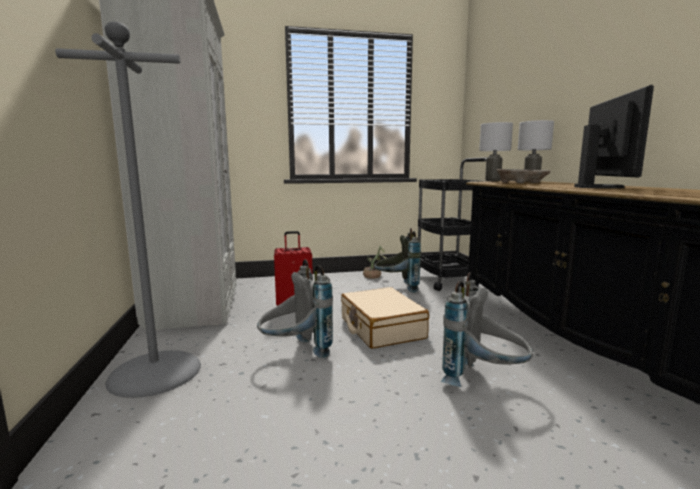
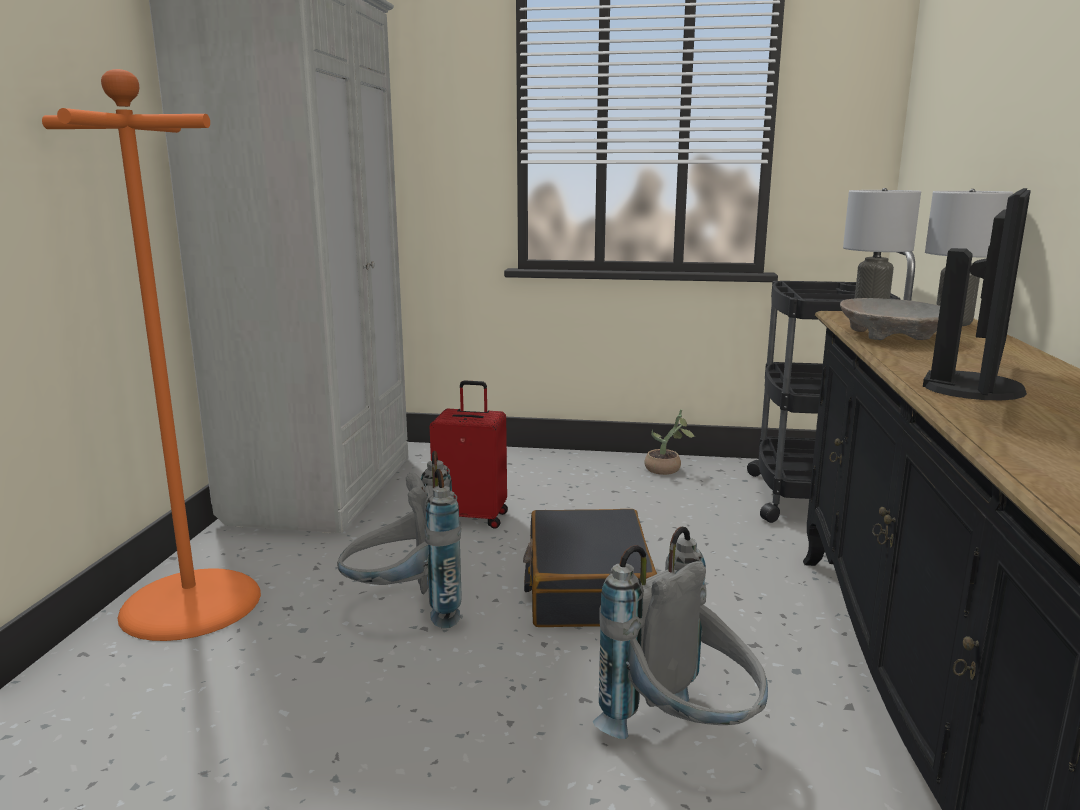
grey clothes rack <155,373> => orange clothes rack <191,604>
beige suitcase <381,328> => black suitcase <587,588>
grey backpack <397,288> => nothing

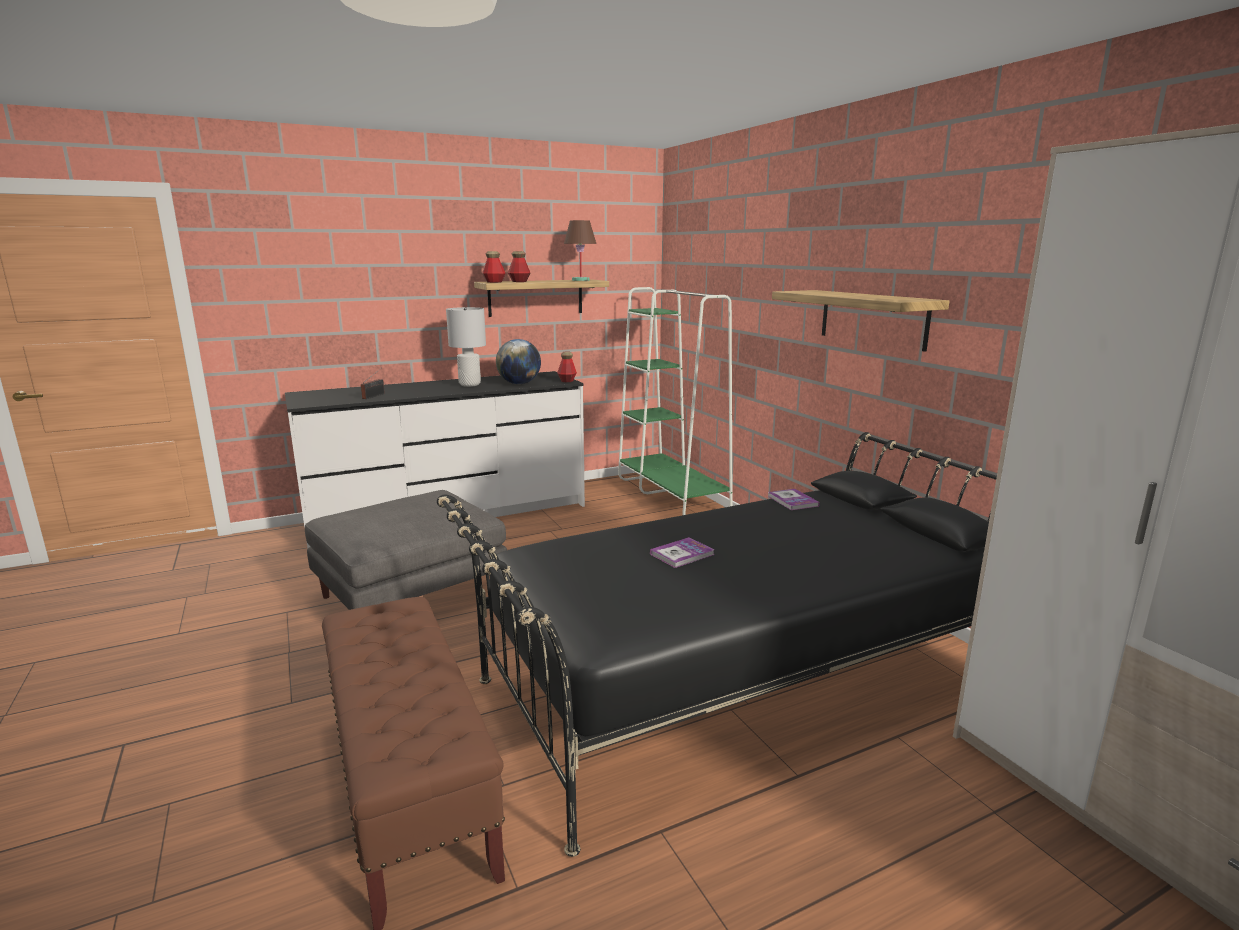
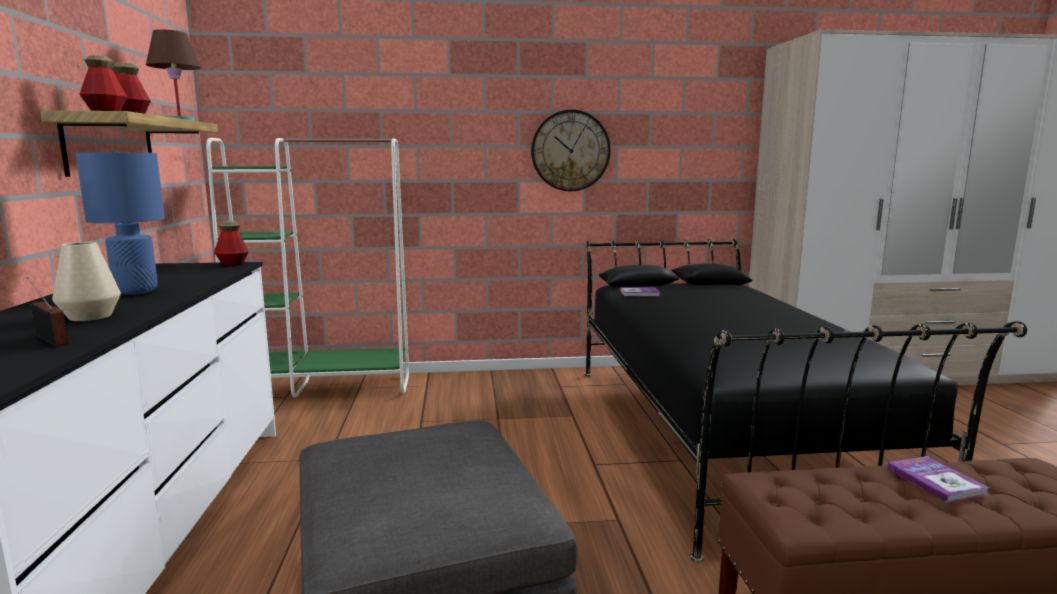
grey table lamp <470,385> => blue table lamp <137,293>
globe <519,383> => nothing
book <682,554> => book <935,481>, relocated
shelf <872,318> => wall clock <570,151>
nothing => beige vase <90,316>

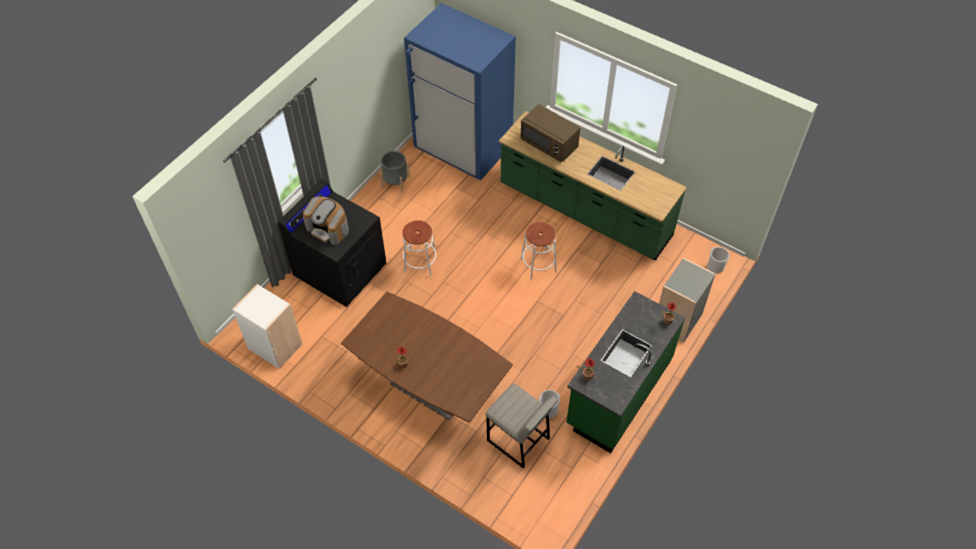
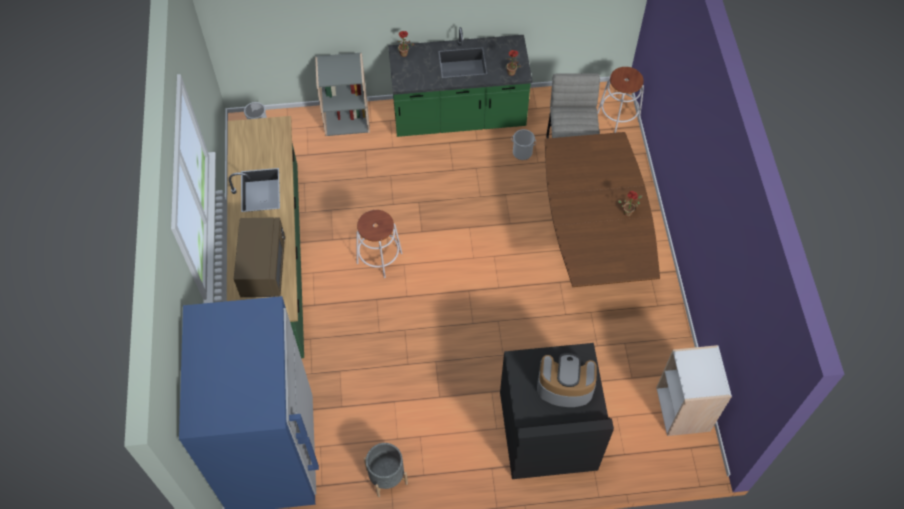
coffee machine <328,228> => coffee machine <564,386>, 75 degrees counterclockwise
white stool <420,263> => white stool <618,117>, relocated

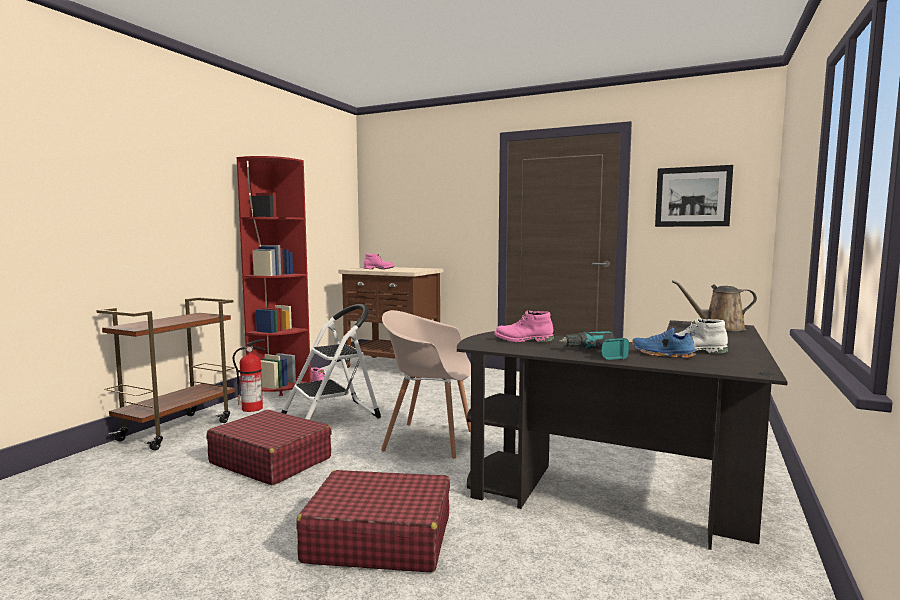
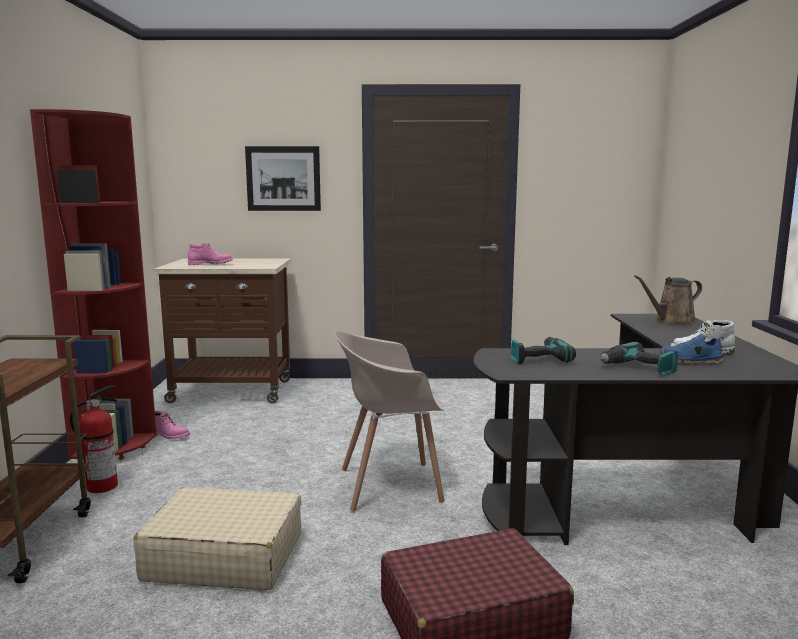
red suitcase <270,461> => beige suitcase <224,557>
step ladder <334,415> => nothing
pink boot <523,340> => power drill <538,358>
picture <692,196> => picture <283,178>, relocated

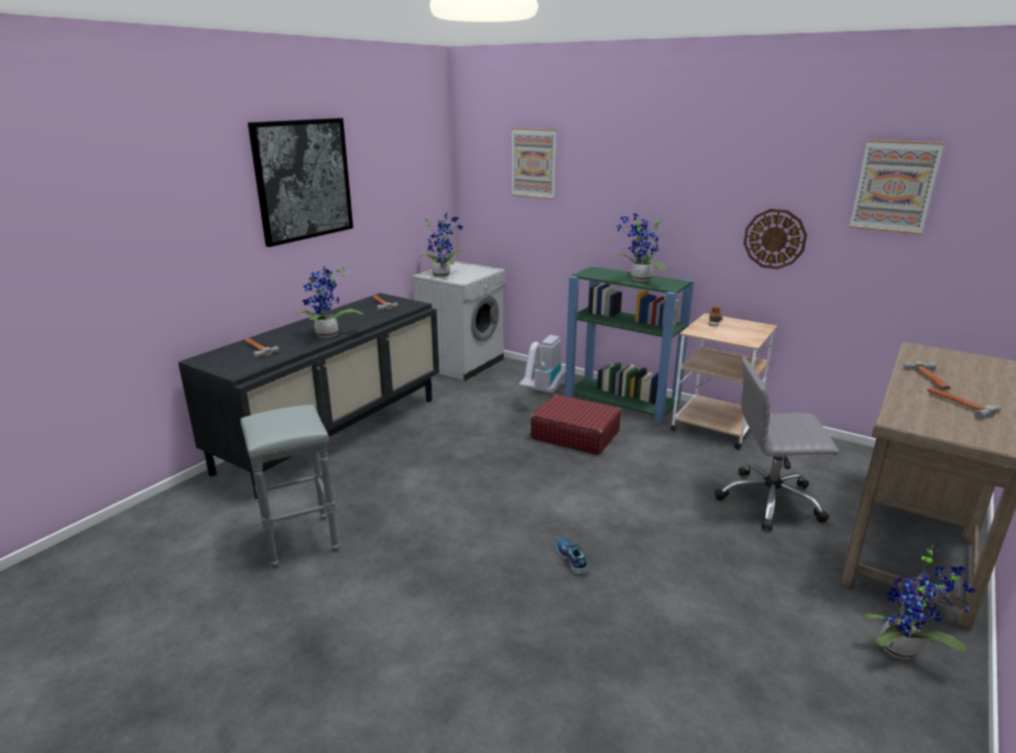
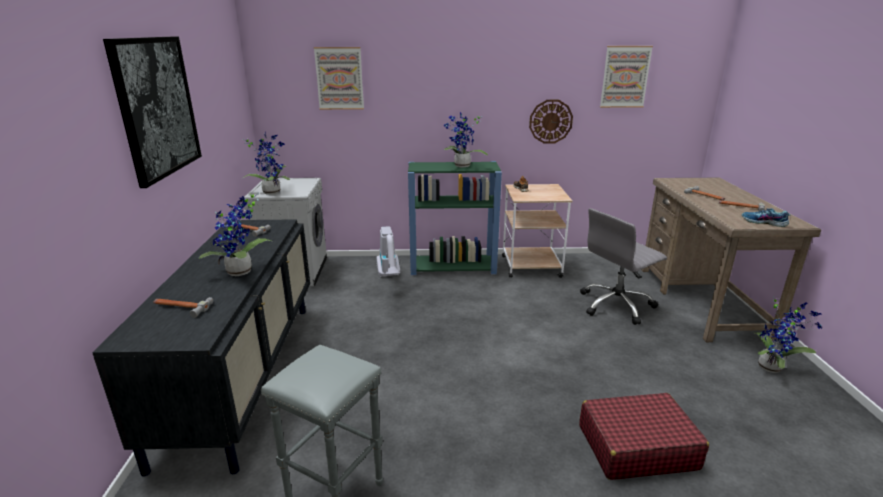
red suitcase <575,435> => red suitcase <636,447>, relocated
shoe <571,560> => shoe <763,222>, relocated

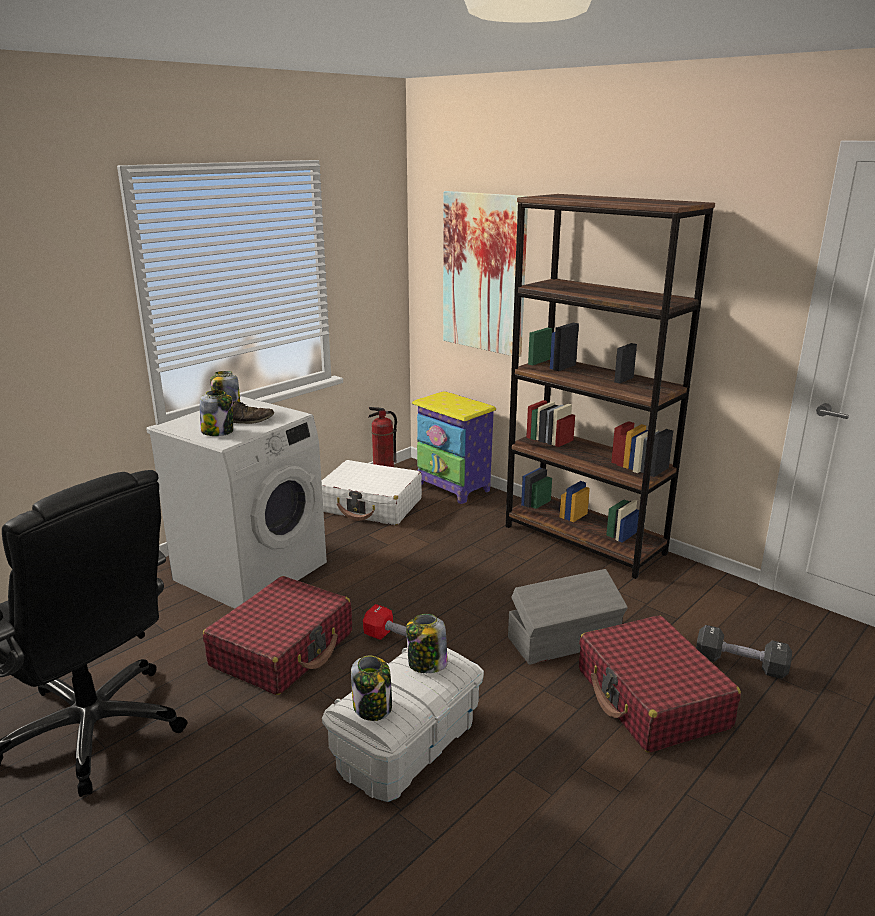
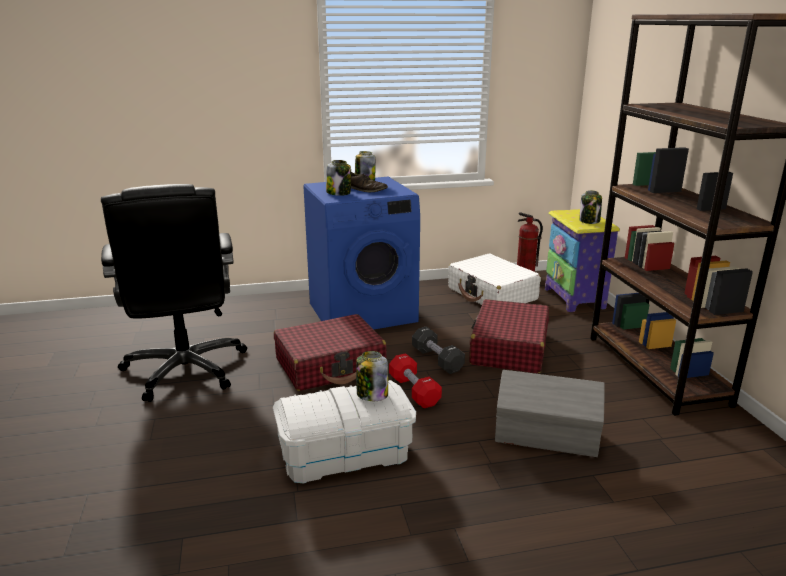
white washing machine <253,571> => blue washing machine <363,313>
jar <373,707> => jar <589,221>, relocated
picture <484,273> => nothing
red suitcase <651,698> => red suitcase <509,349>, relocated
black dumbbell <740,664> => black dumbbell <437,360>, relocated

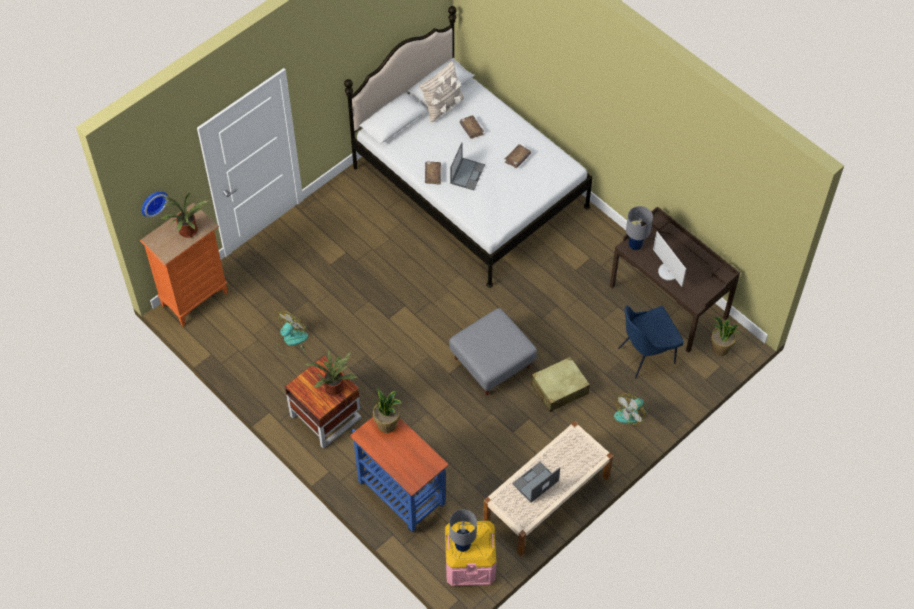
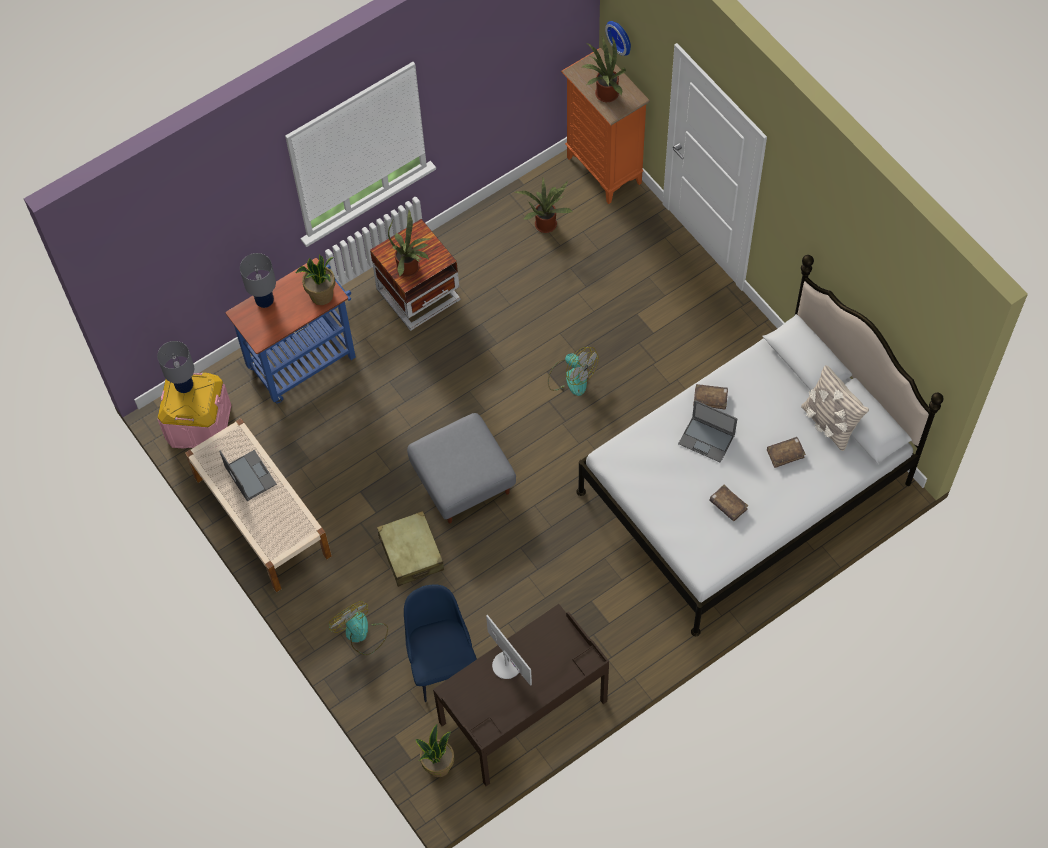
fan <291,342> => fan <571,377>, relocated
grey table lamp <635,245> => grey table lamp <265,301>, relocated
monitor <668,272> => monitor <507,664>, 75 degrees clockwise
nothing => potted plant <546,222>

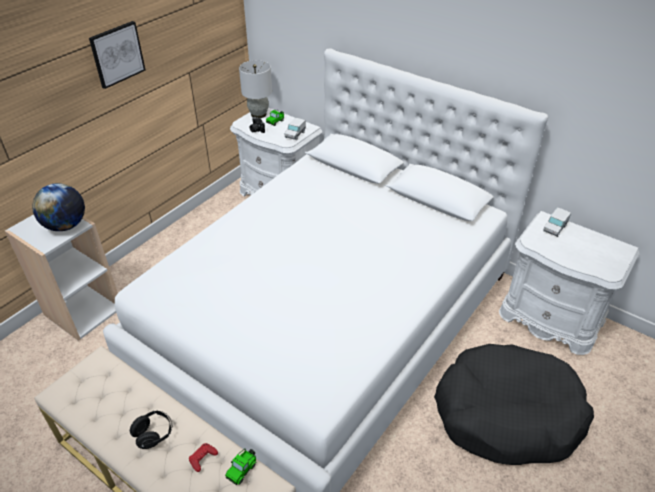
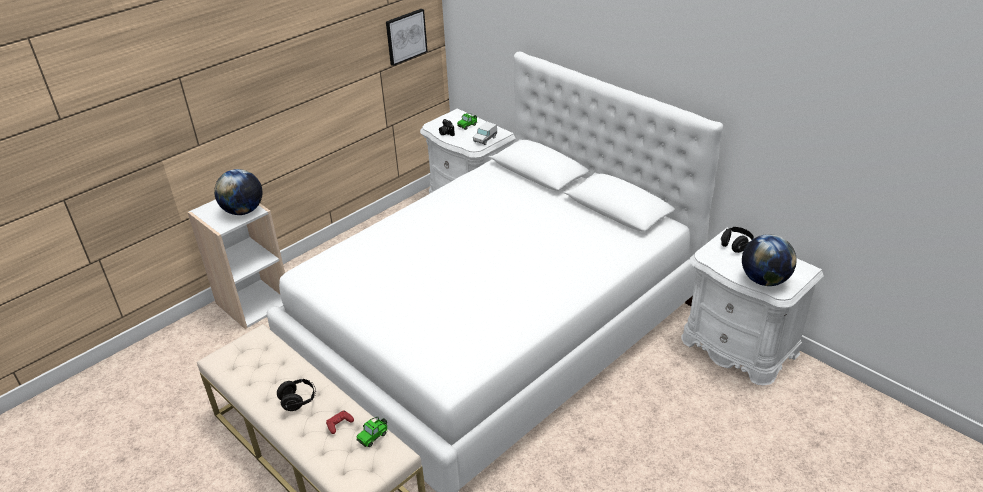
picture <117,54> => picture <405,36>, relocated
white table lamp <258,114> => nothing
black dog bed <506,414> => nothing
toy truck <554,228> => black headphones <735,245>
nothing => globe <764,280>

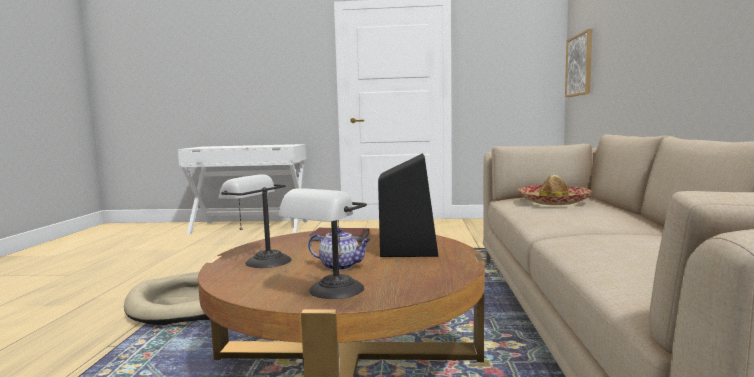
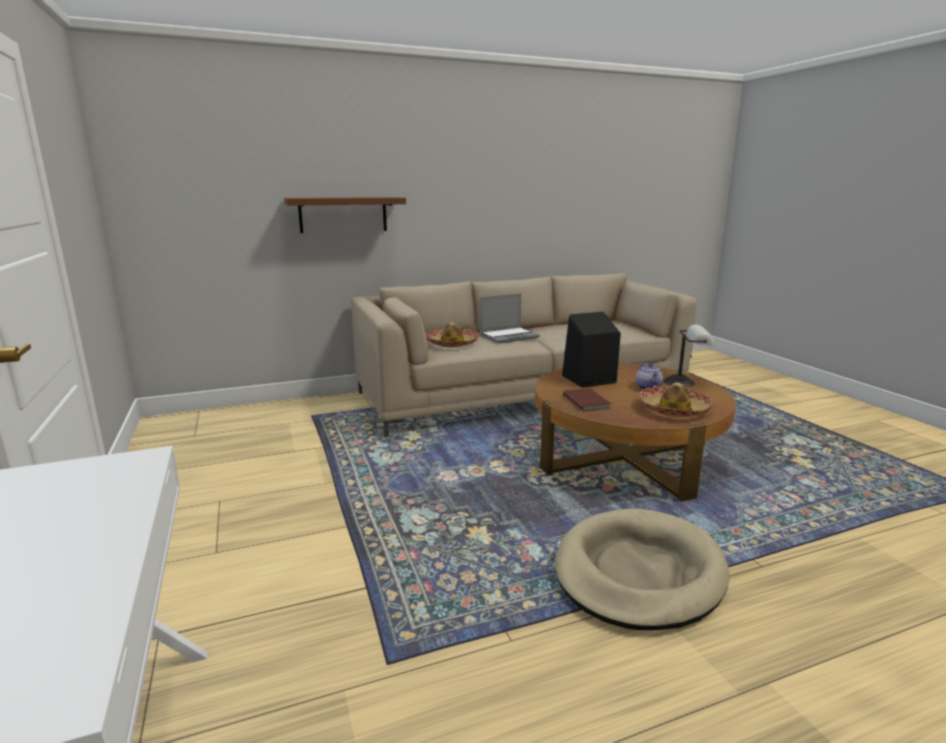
table lamp <260,260> => hat <674,409>
picture <579,65> => nothing
nothing => brown shelf <343,214>
nothing => laptop <509,336>

